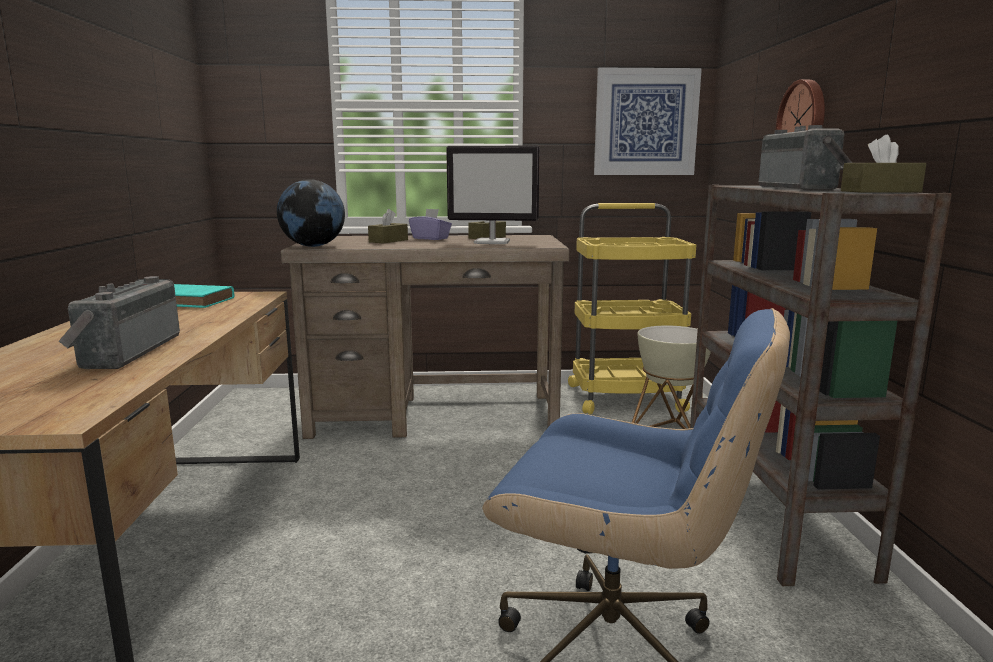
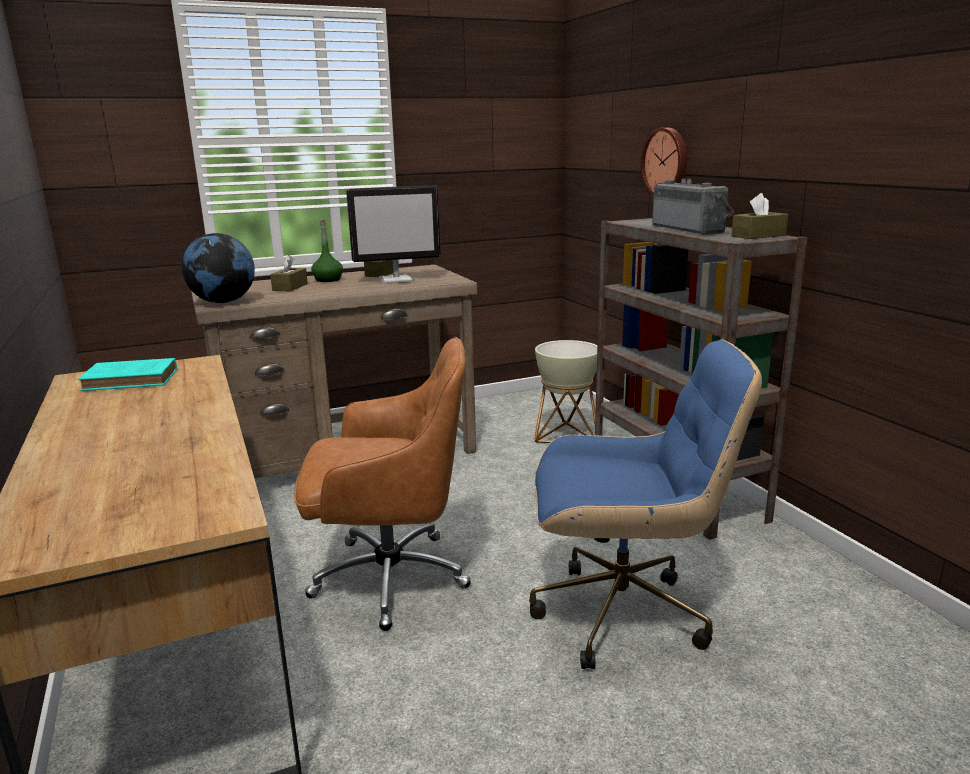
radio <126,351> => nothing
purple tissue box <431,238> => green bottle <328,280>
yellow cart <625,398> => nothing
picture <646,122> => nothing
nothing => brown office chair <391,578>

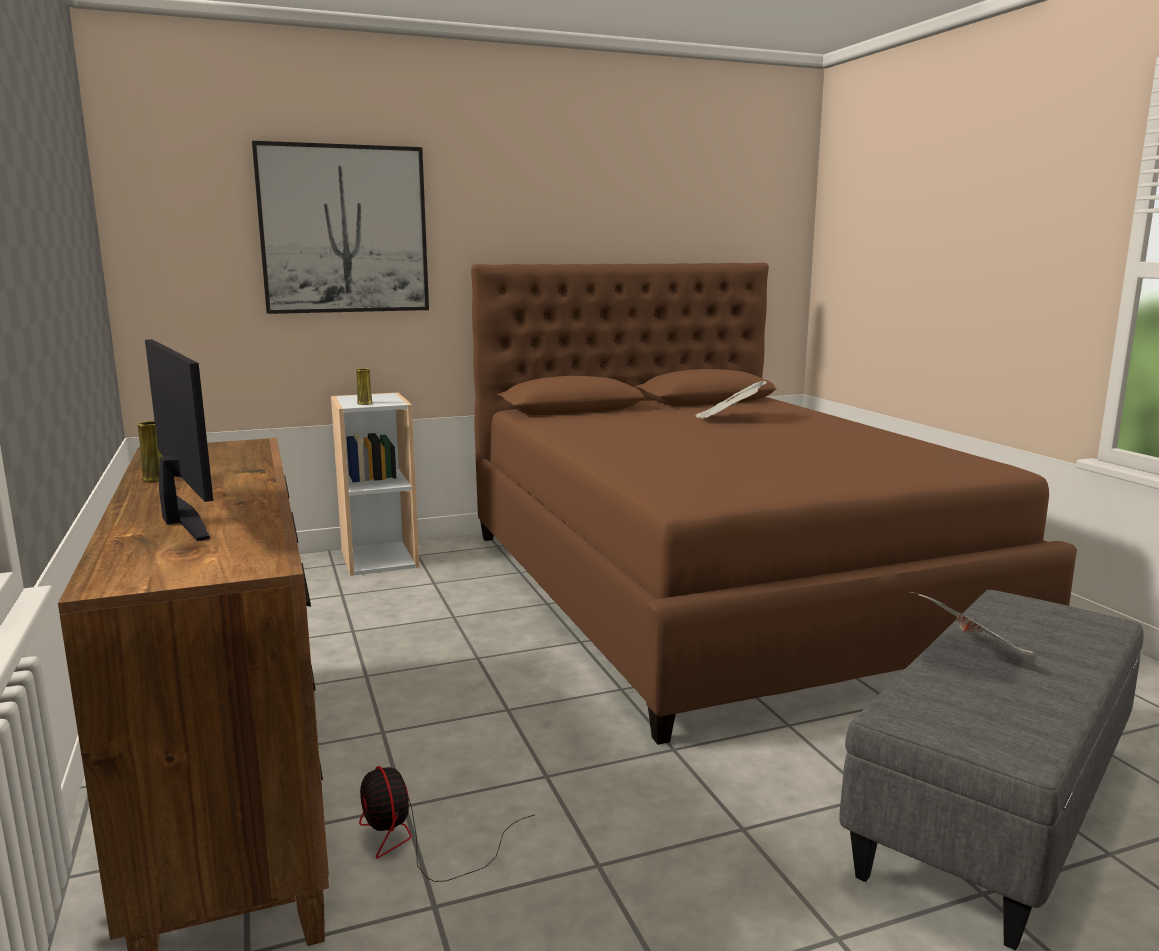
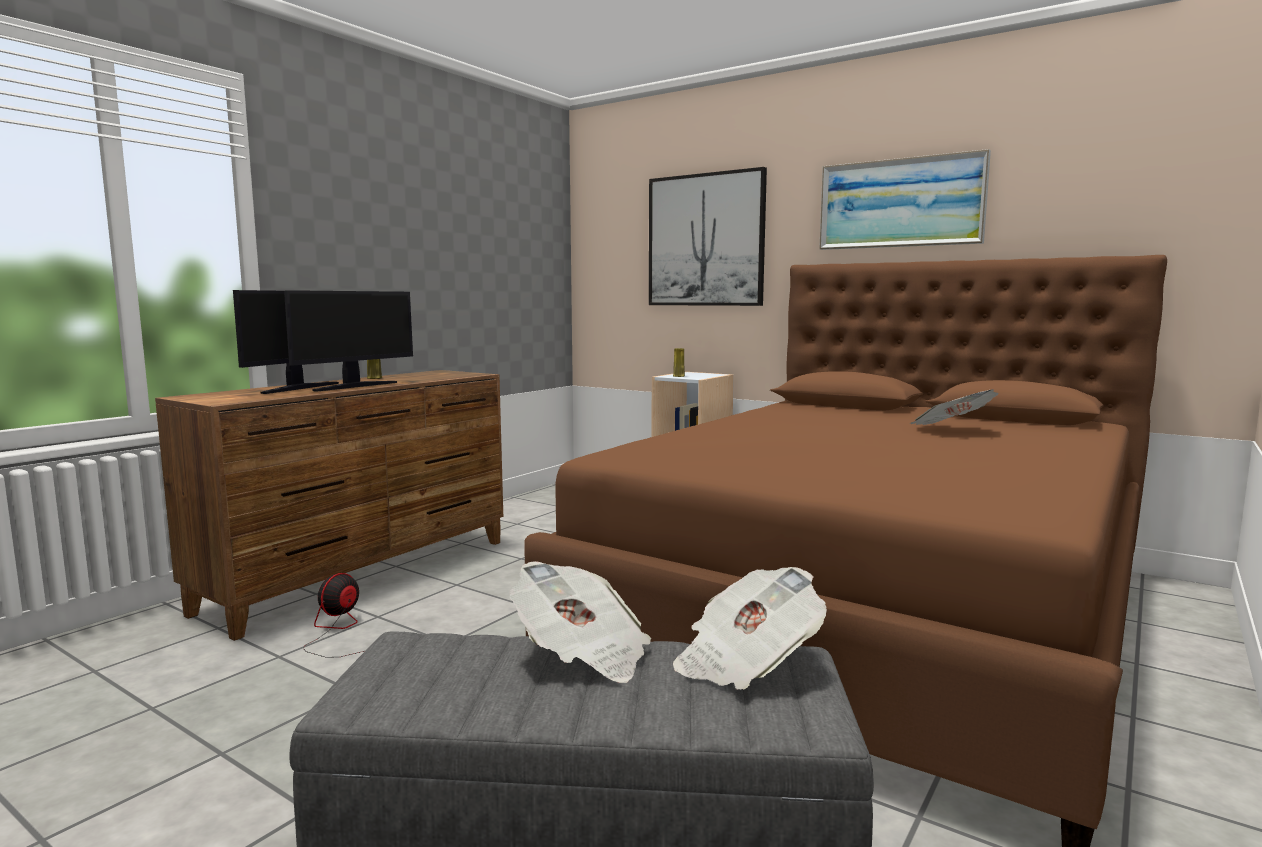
nothing => monitor <354,386>
nothing => newspaper <745,662>
nothing => picture <900,203>

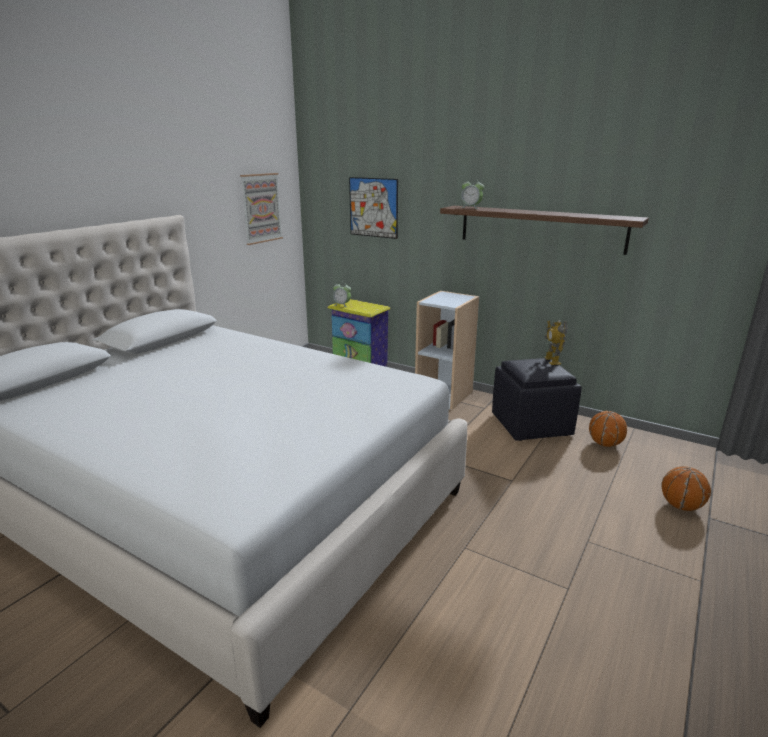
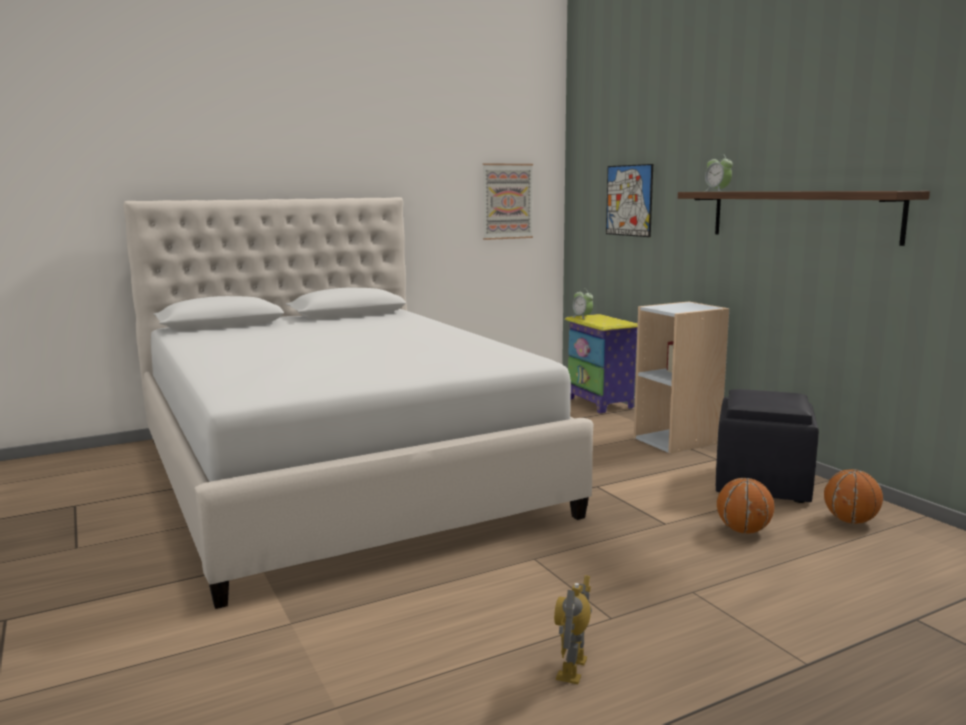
toy robot <552,361> => toy robot <573,669>, relocated
basketball <680,506> => basketball <743,531>, relocated

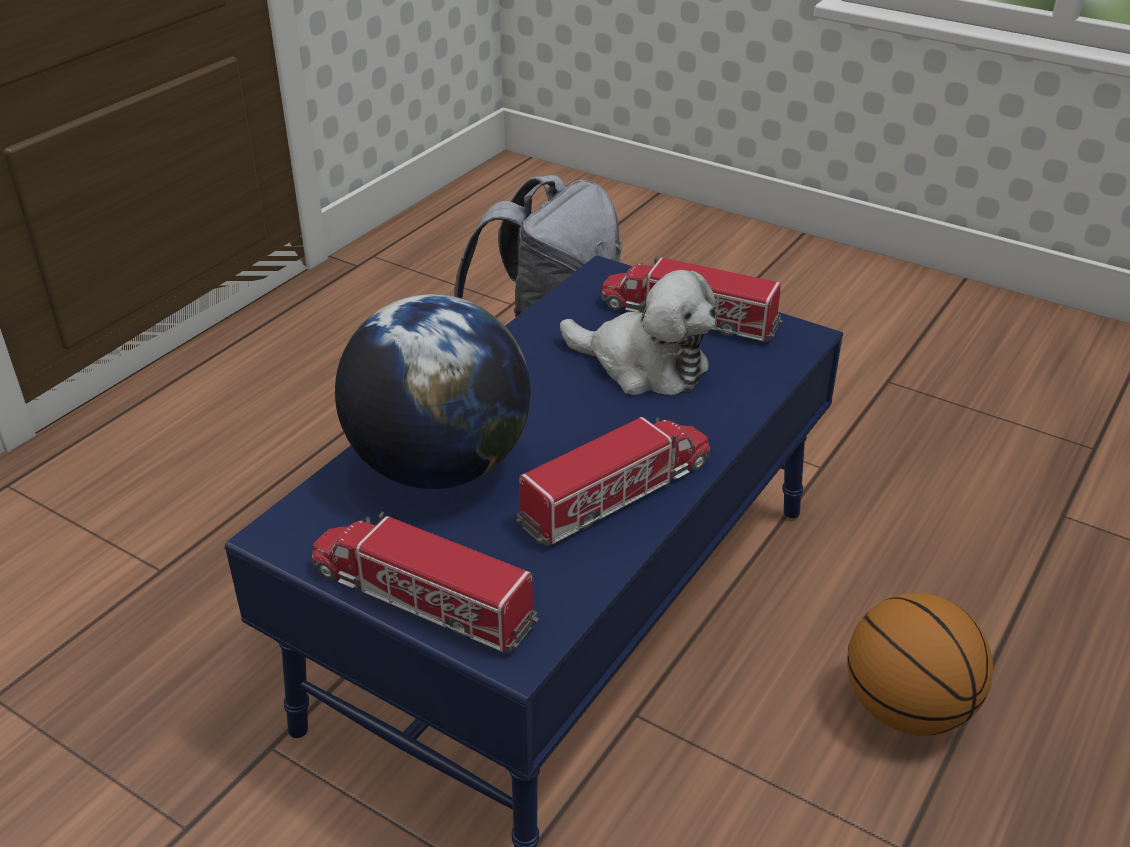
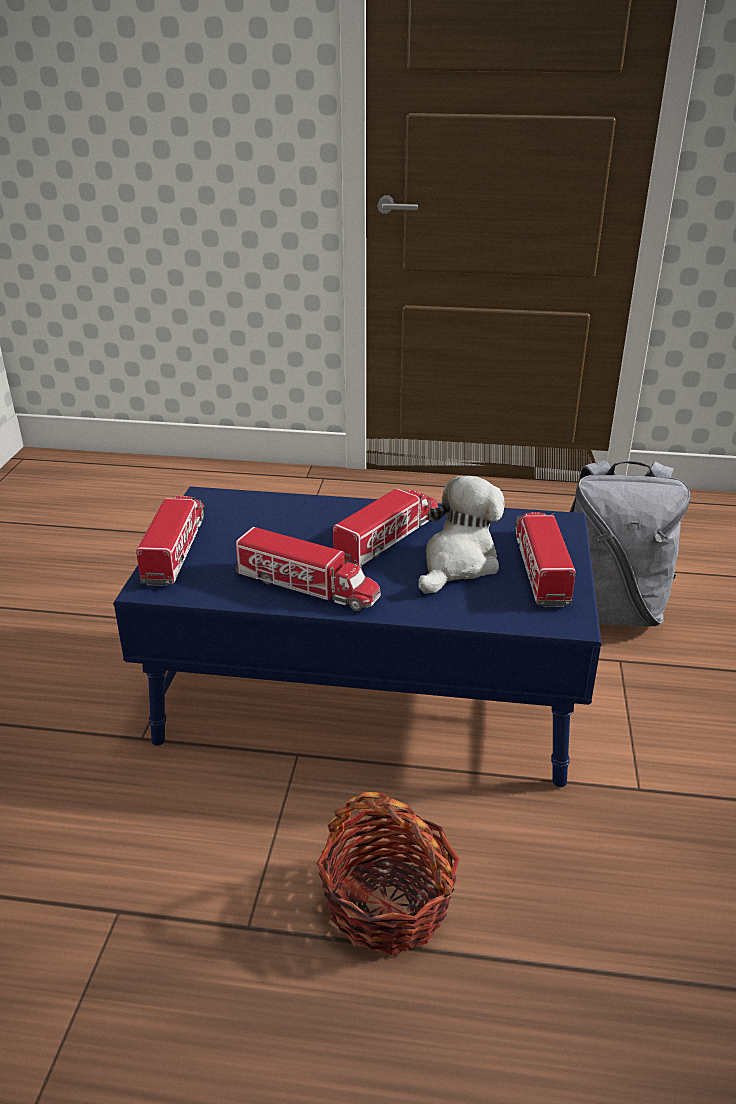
globe <439,467> => nothing
plush toy <643,366> => plush toy <458,563>, 150 degrees counterclockwise
basketball <906,708> => basket <388,903>
nothing => toy truck <387,538>

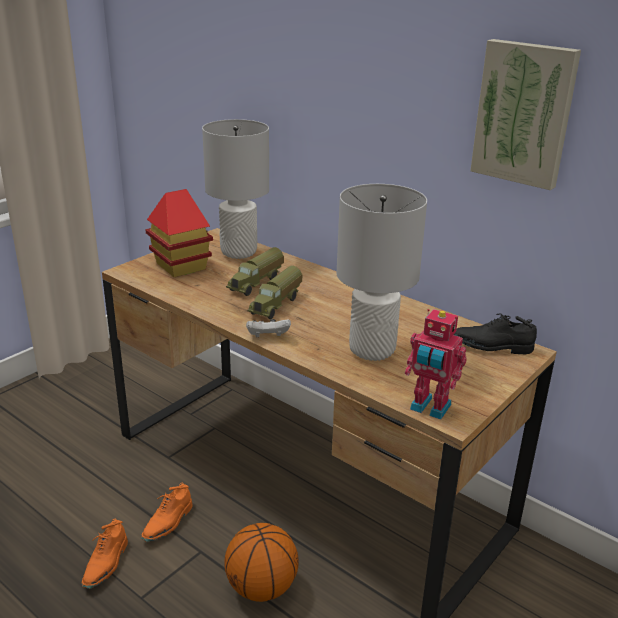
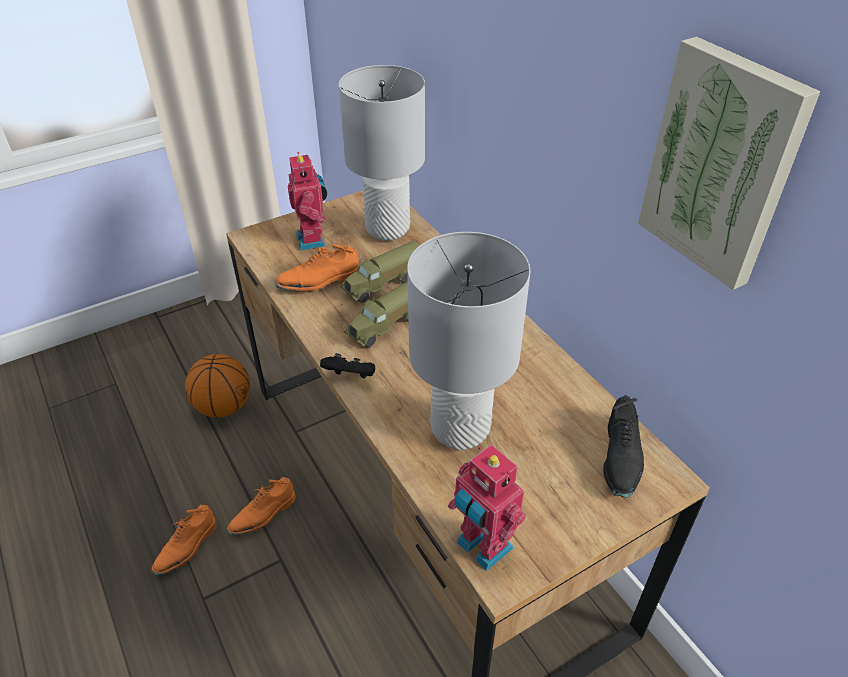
toy house <180,266> => toy robot <313,240>
basketball <262,588> => basketball <224,407>, relocated
white game controller <268,337> => black game controller <351,377>
black shoe <491,347> => black shoe <621,459>, 105 degrees counterclockwise
nothing => orange shoe <318,282>

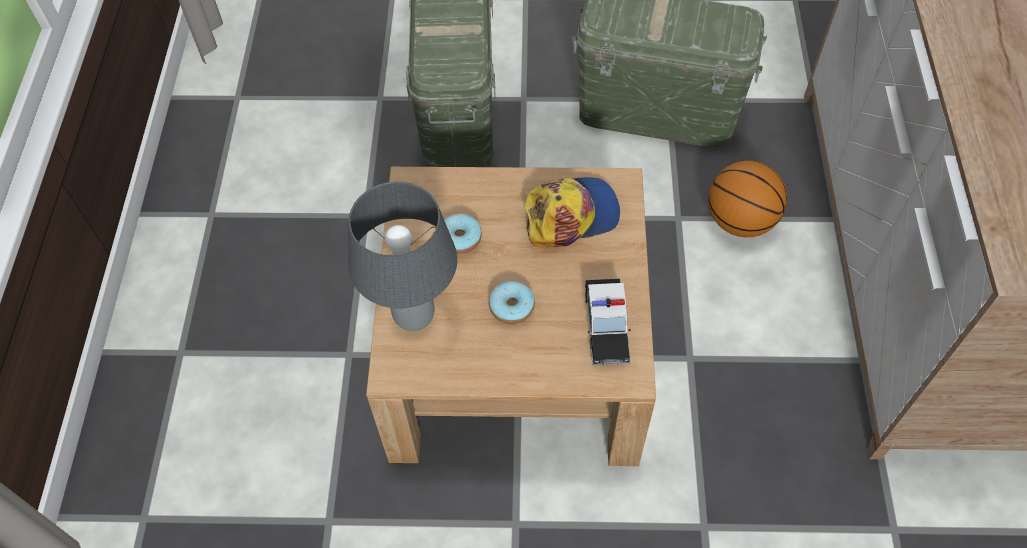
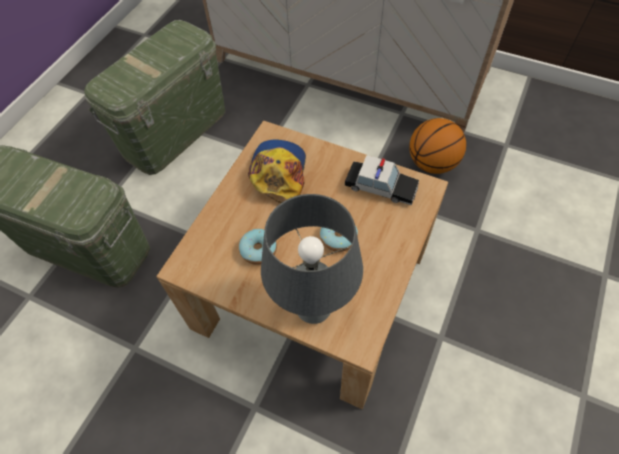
basketball <740,220> => basketball <432,163>, relocated

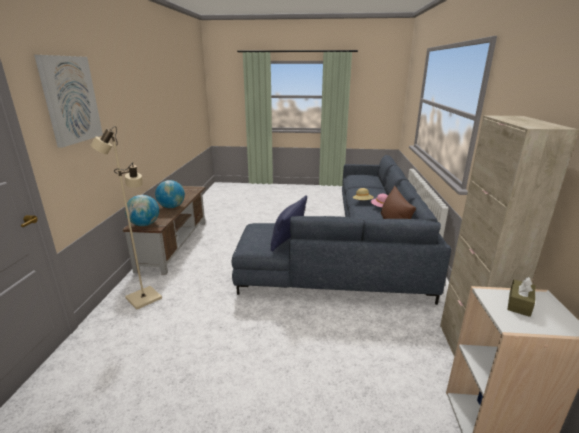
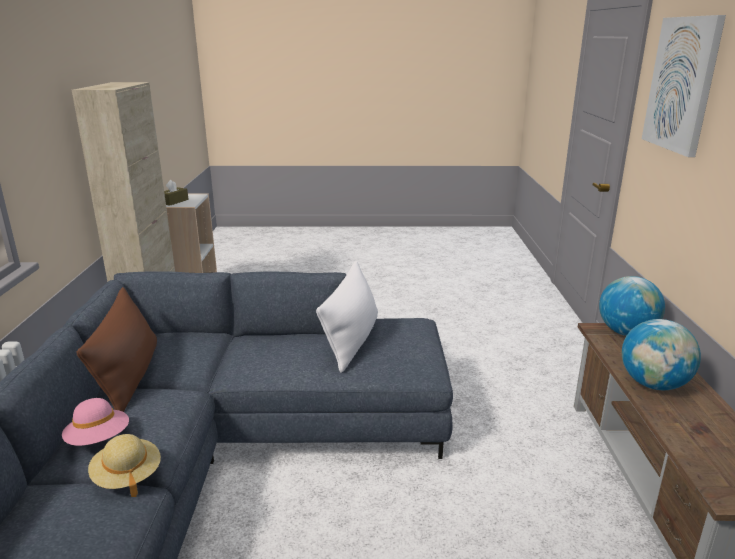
beige floor lamp <144,298> => nothing
blue pillow <289,237> => white pillow <351,340>

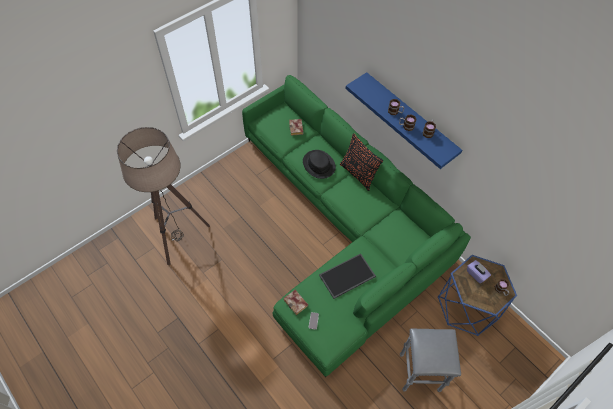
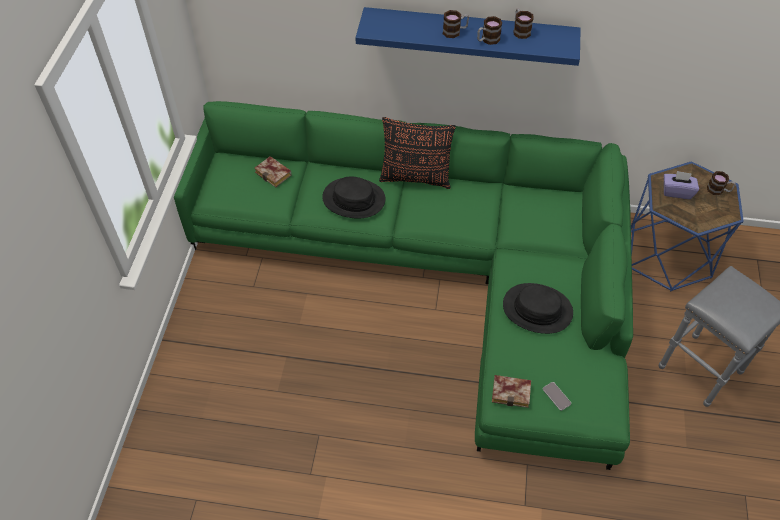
floor lamp <178,235> => nothing
tray <347,277> => black hat <537,309>

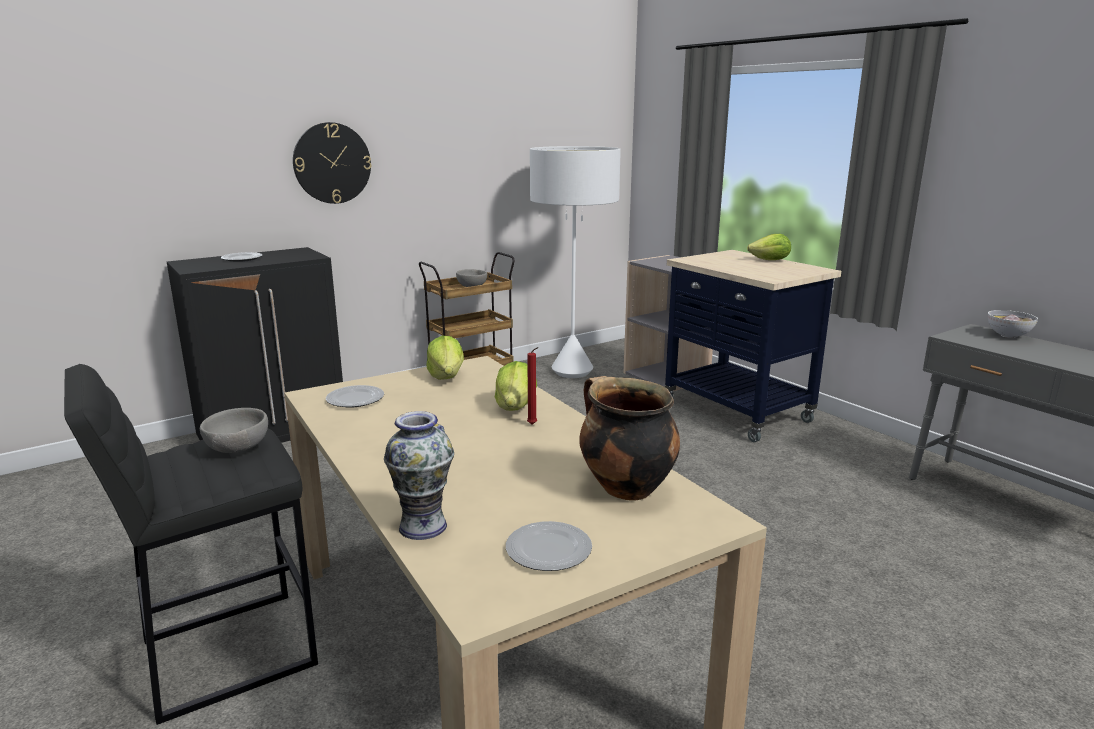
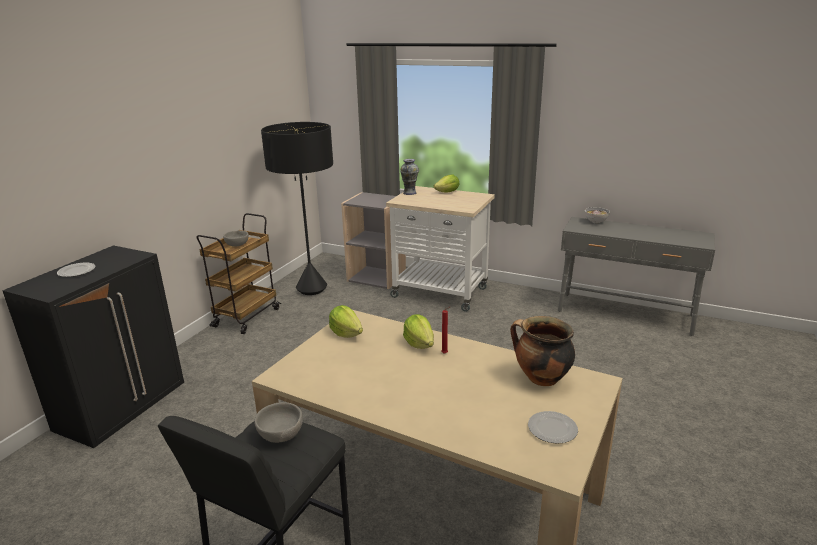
wall clock <332,163> => nothing
plate <355,400> => nothing
vase <422,526> => vase <409,193>, relocated
white floor lamp <572,372> => black floor lamp <312,290>
blue cart <737,412> => white cart <440,293>

